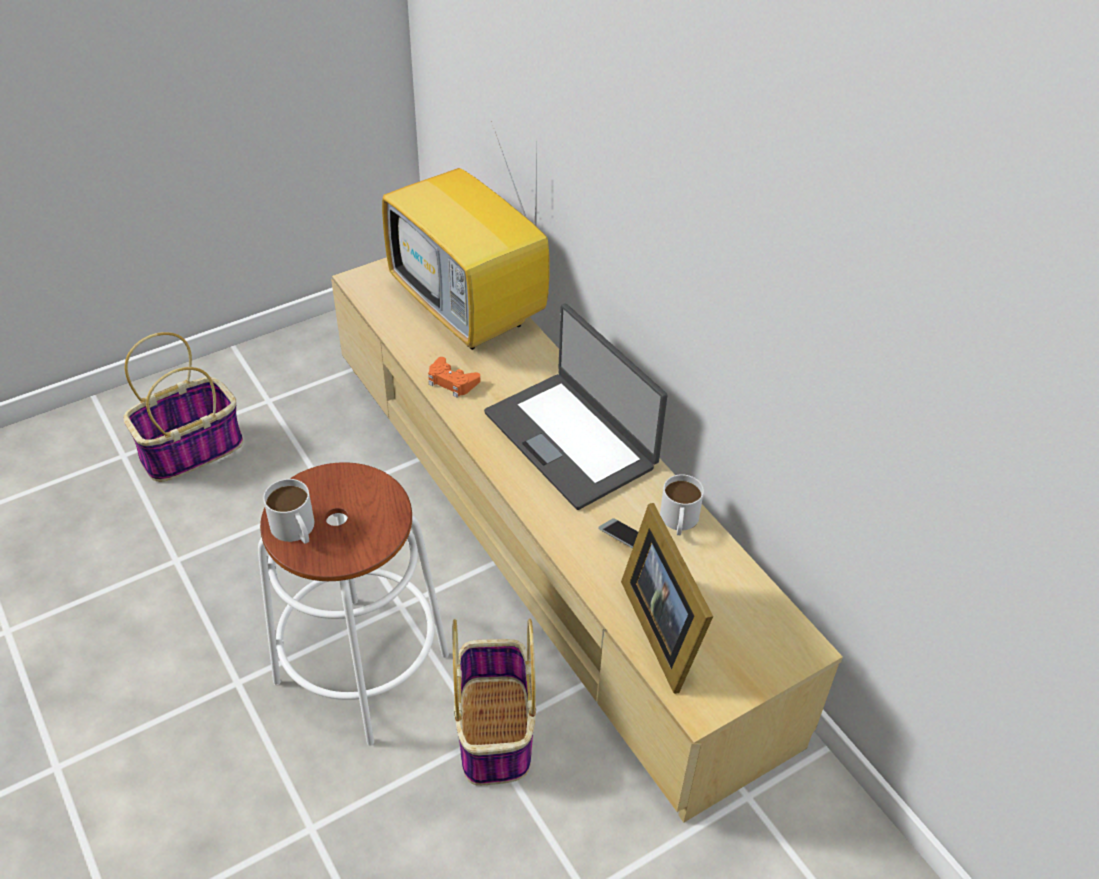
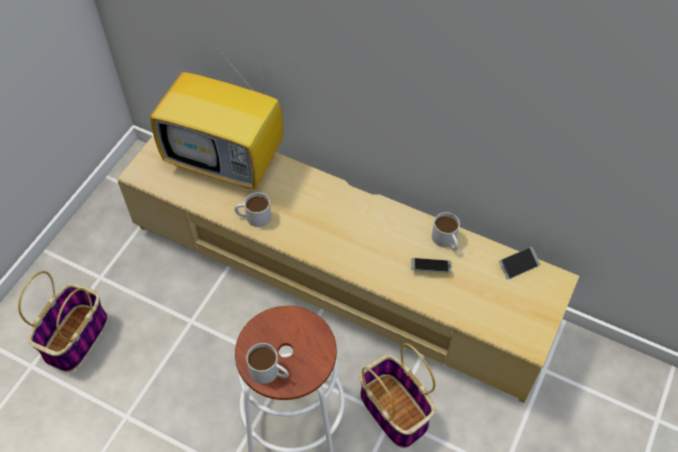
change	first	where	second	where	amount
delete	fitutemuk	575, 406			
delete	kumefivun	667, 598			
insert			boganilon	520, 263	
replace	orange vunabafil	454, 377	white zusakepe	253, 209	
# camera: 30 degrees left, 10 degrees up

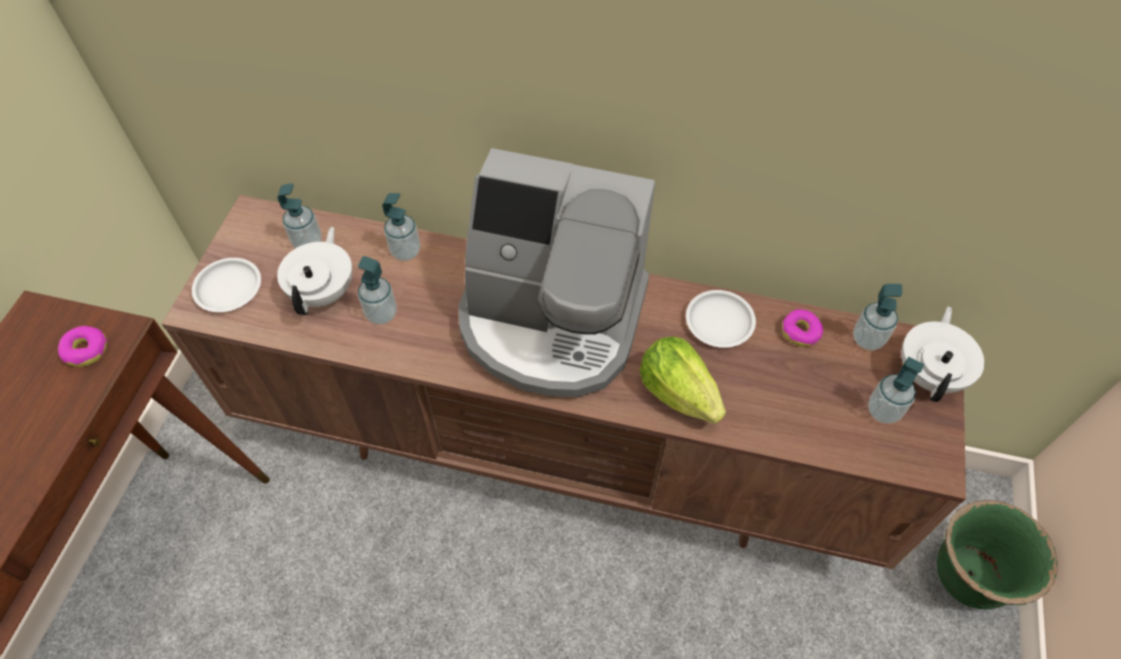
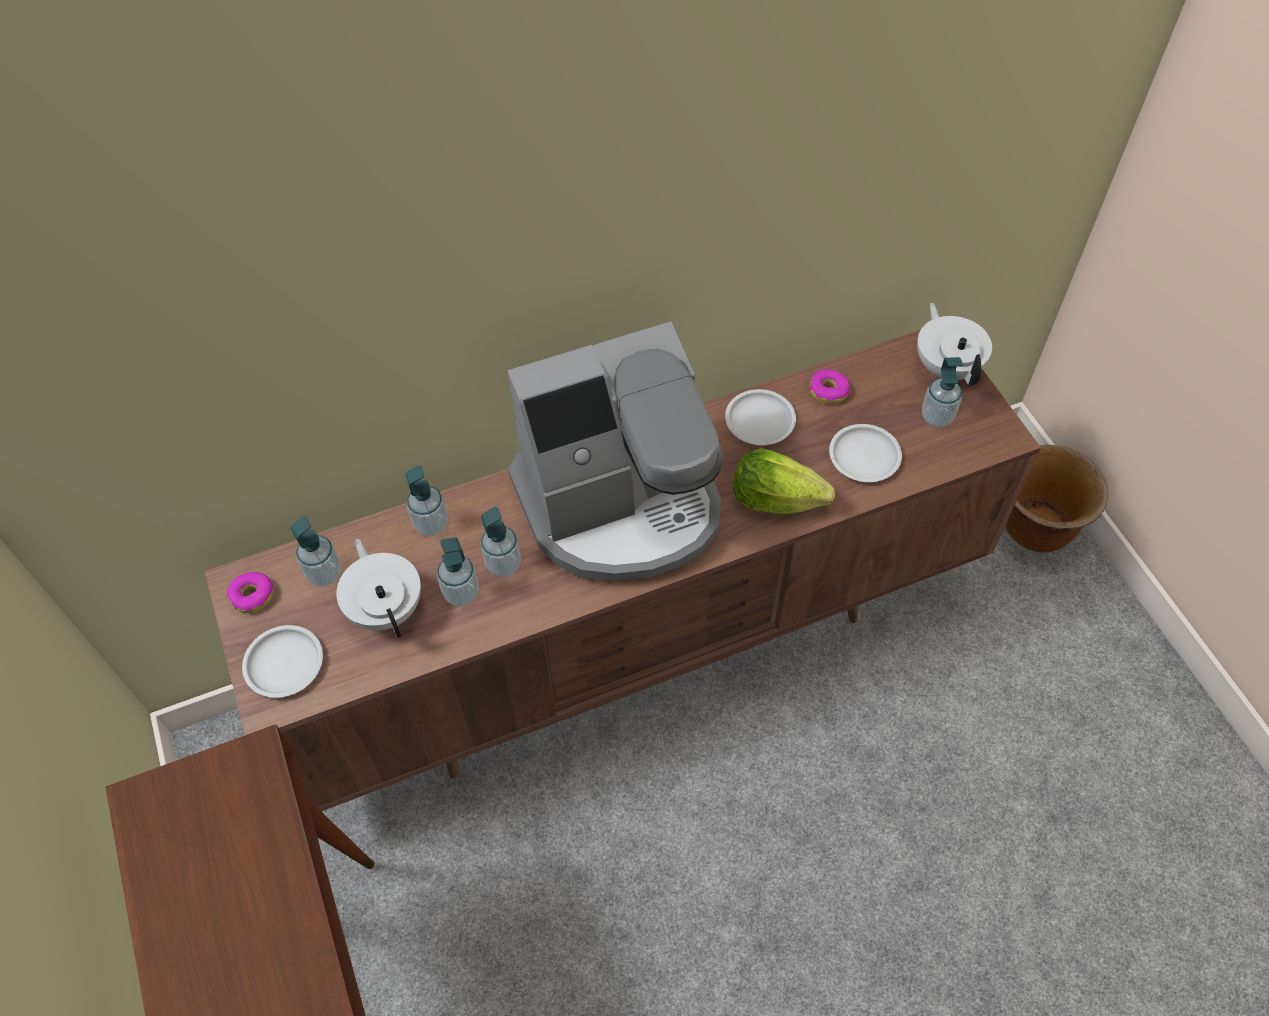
change	first	where	second	where	amount
insert			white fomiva	865, 453	
move	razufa	83, 346		250, 592	
move	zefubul	877, 317		501, 542	
recolor	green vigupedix	997, 555	brown vigupedix	1057, 499	
# camera: 35 degrees left, 0 degrees up

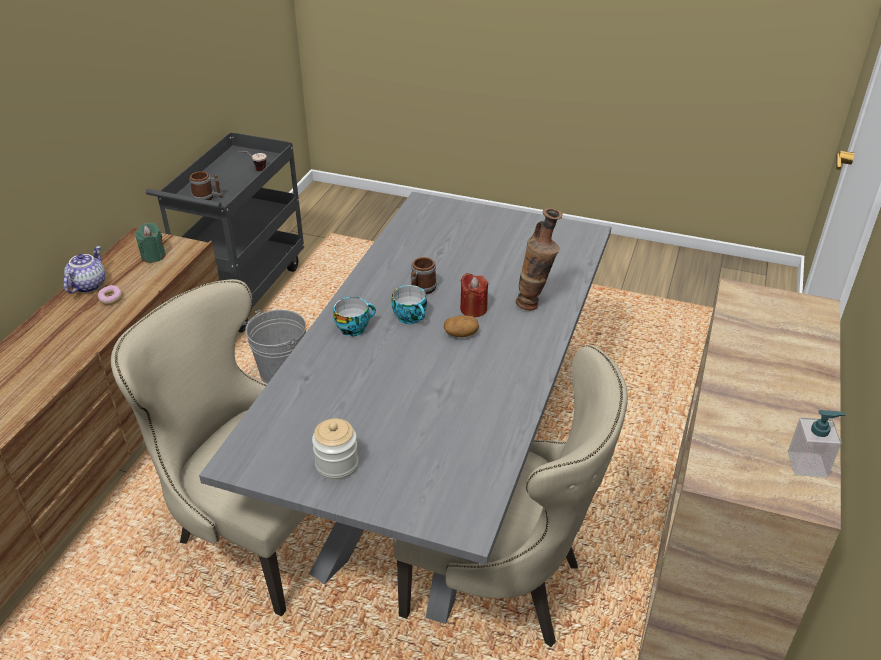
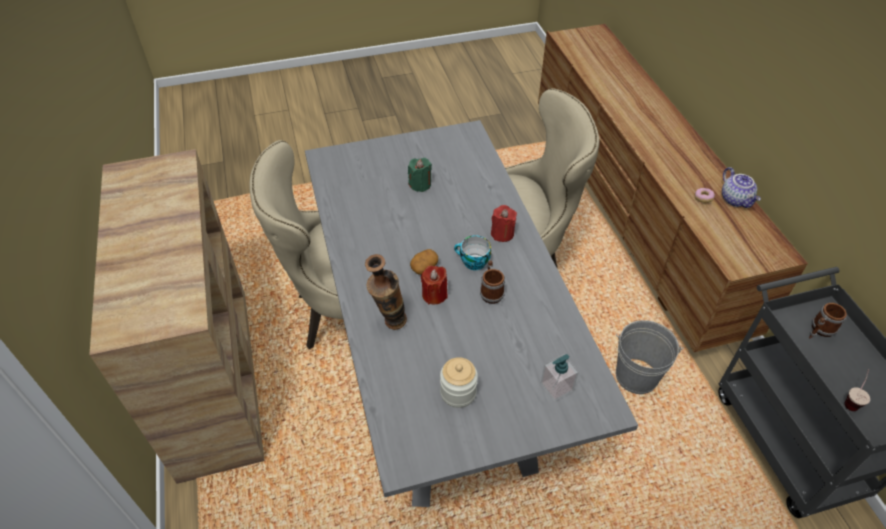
change	first	where	second	where	amount
move	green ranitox	150, 242		420, 175	
move	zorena	335, 449		459, 382	
move	zefubul	816, 443		560, 377	
replace	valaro	354, 317	red ranitox	504, 223	
# camera: 145 degrees right, 10 degrees up

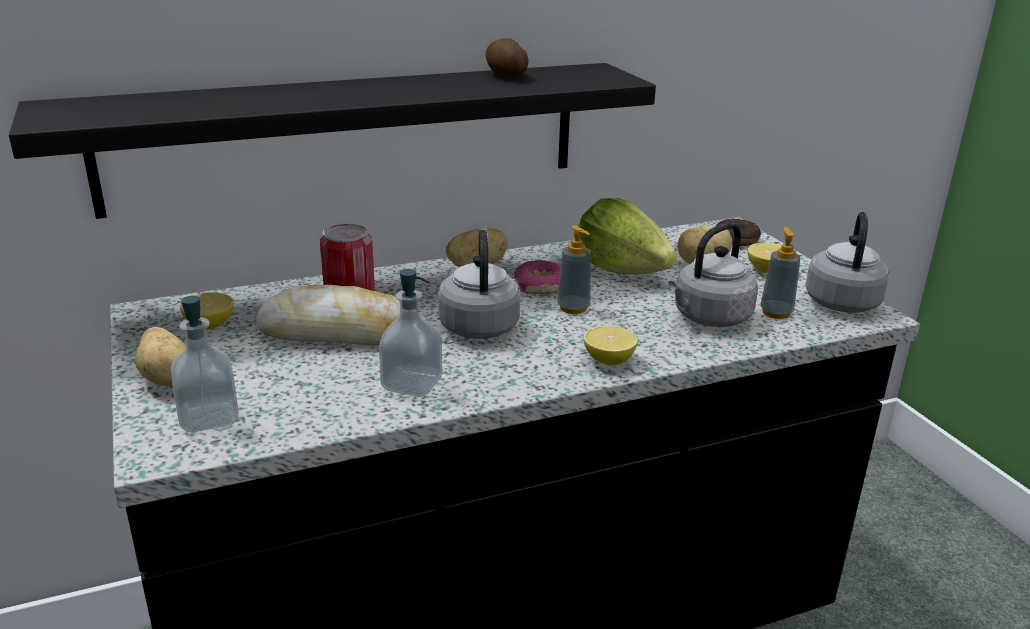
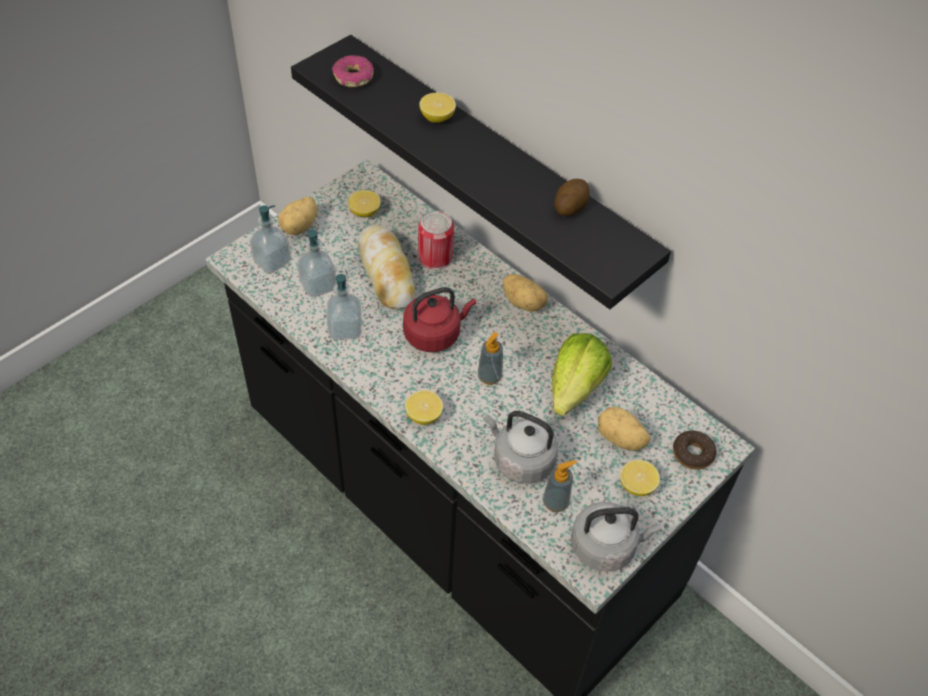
change	first	where	second	where	amount
insert			zefubul	317, 263	
insert			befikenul	437, 108	
move	razufa	537, 277		353, 71	
recolor	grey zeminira	479, 284	red zeminira	439, 319	
# camera: 65 degrees right, 25 degrees up

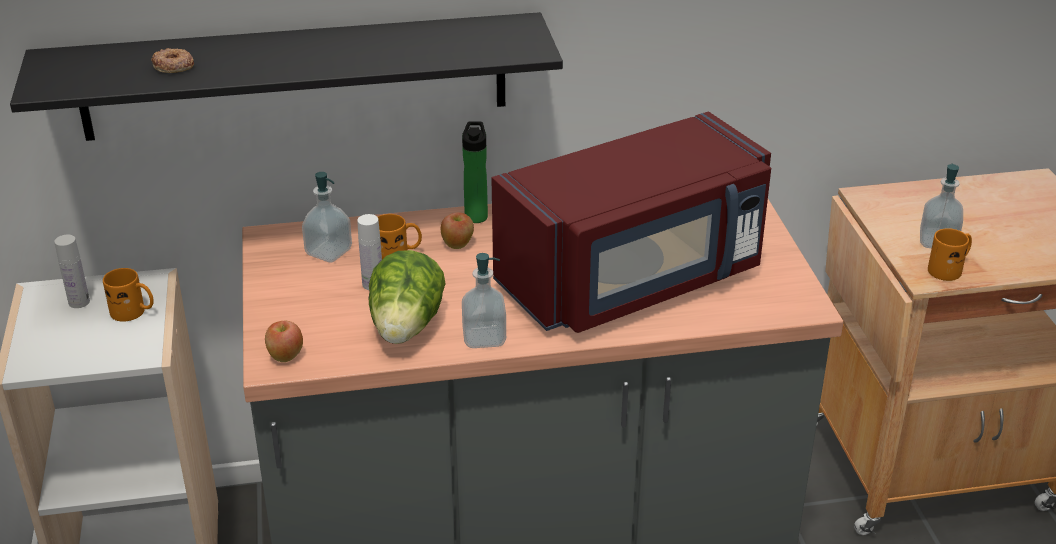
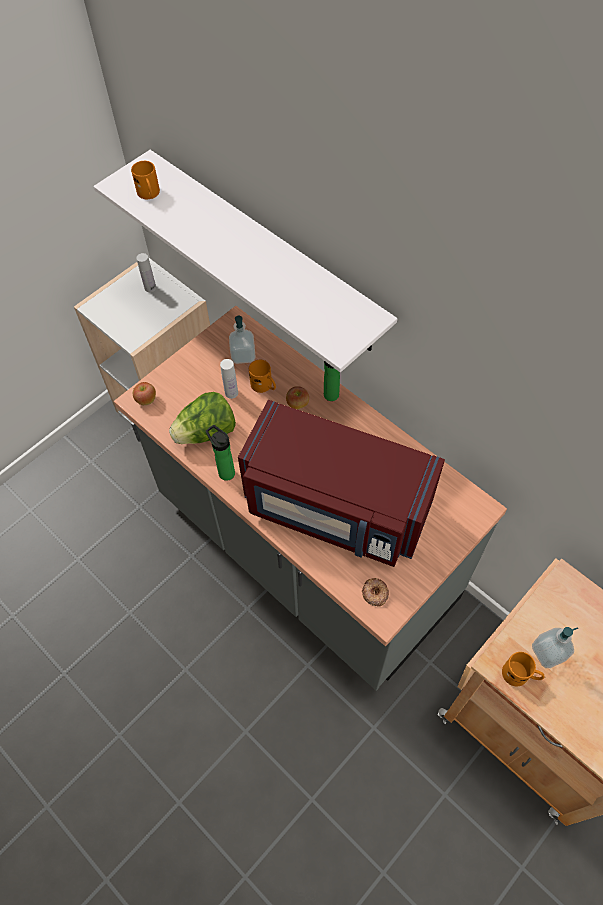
change	first	where	second	where	amount
move	orange zusakepe	128, 295		145, 180	
move	razufa	172, 60		375, 592	
replace	zefubul	484, 300	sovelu	220, 453	
recolor	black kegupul	286, 76	white kegupul	245, 261	
# camera: 55 degrees right, 25 degrees up

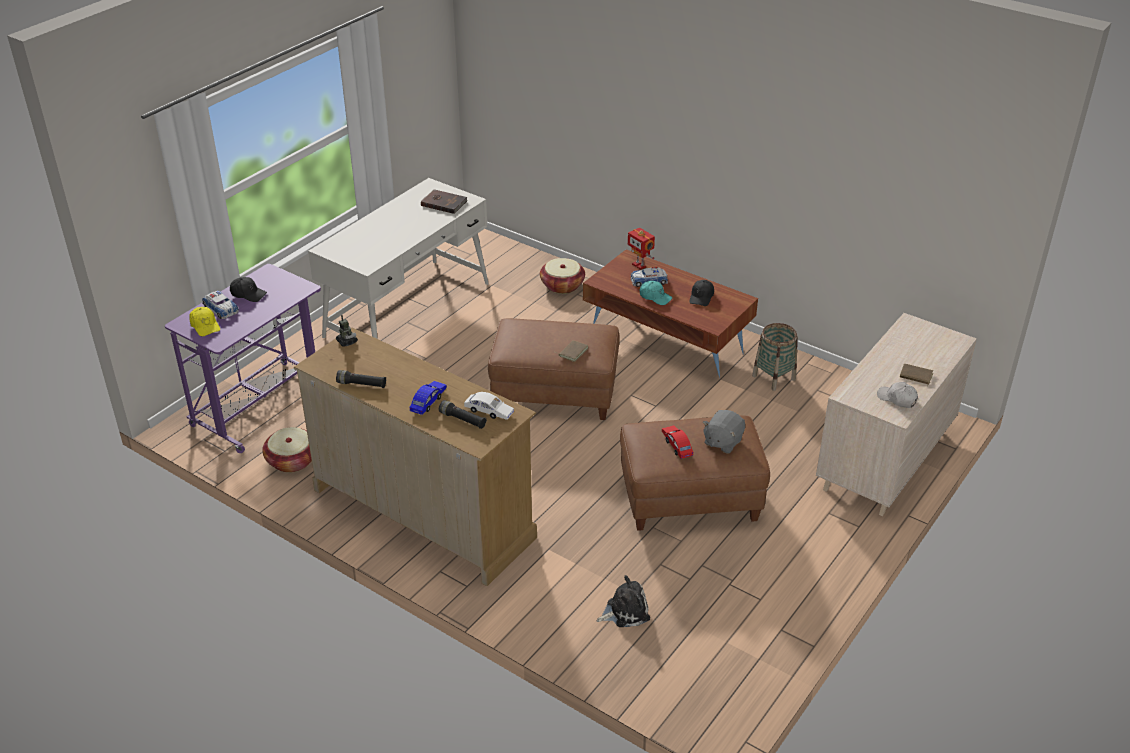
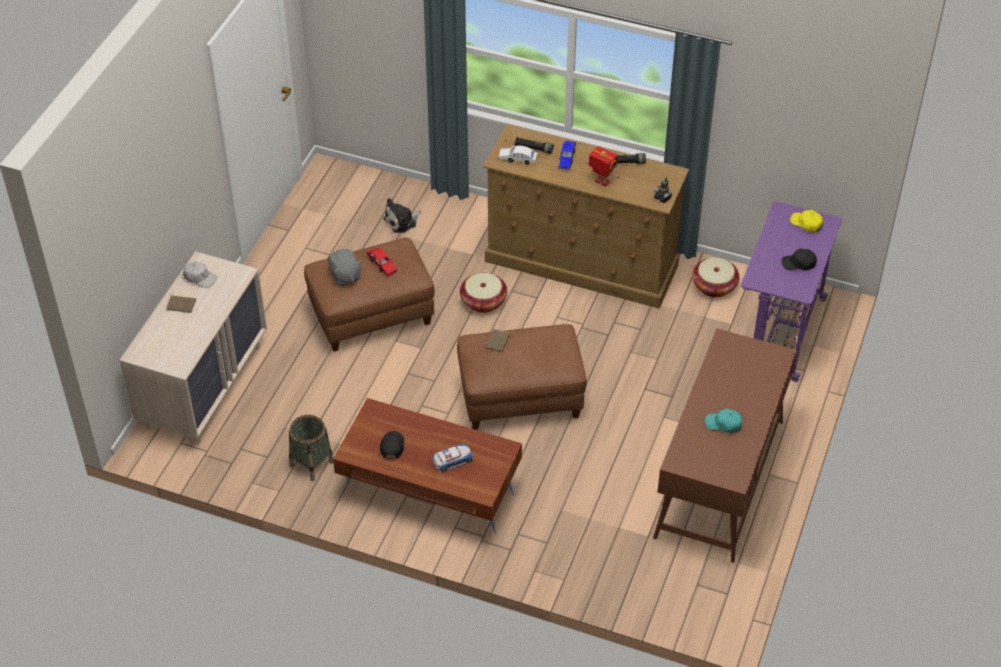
change	first	where	second	where	amount
delete	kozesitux	220, 305			
delete	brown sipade	444, 201			
move	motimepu	562, 276		483, 293	
move	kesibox	641, 248		602, 166	
move	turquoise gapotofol	656, 293		724, 421	
recolor	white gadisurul	398, 258	brown gadisurul	725, 445	
rotate	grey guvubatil	724, 432		345, 267	135 degrees clockwise
# camera: 165 degrees right, 10 degrees up

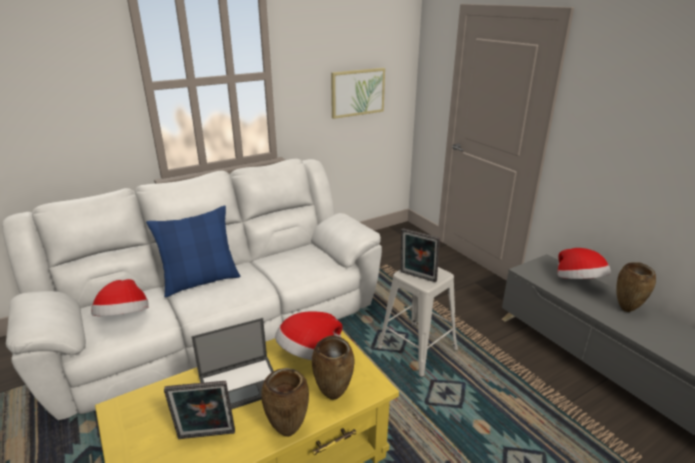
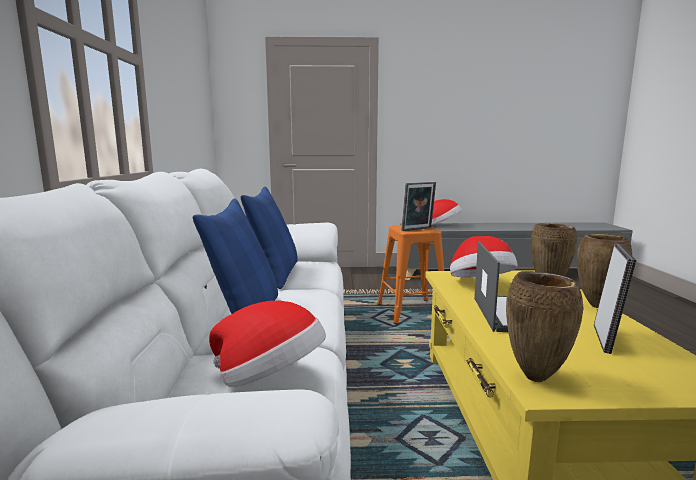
change	first	where	second	where	amount
delete	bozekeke	358, 93			
insert			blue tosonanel	269, 238	
move	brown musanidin	636, 287		545, 326	
recolor	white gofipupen	417, 322	orange gofipupen	410, 274	
# camera: 60 degrees left, 15 degrees down

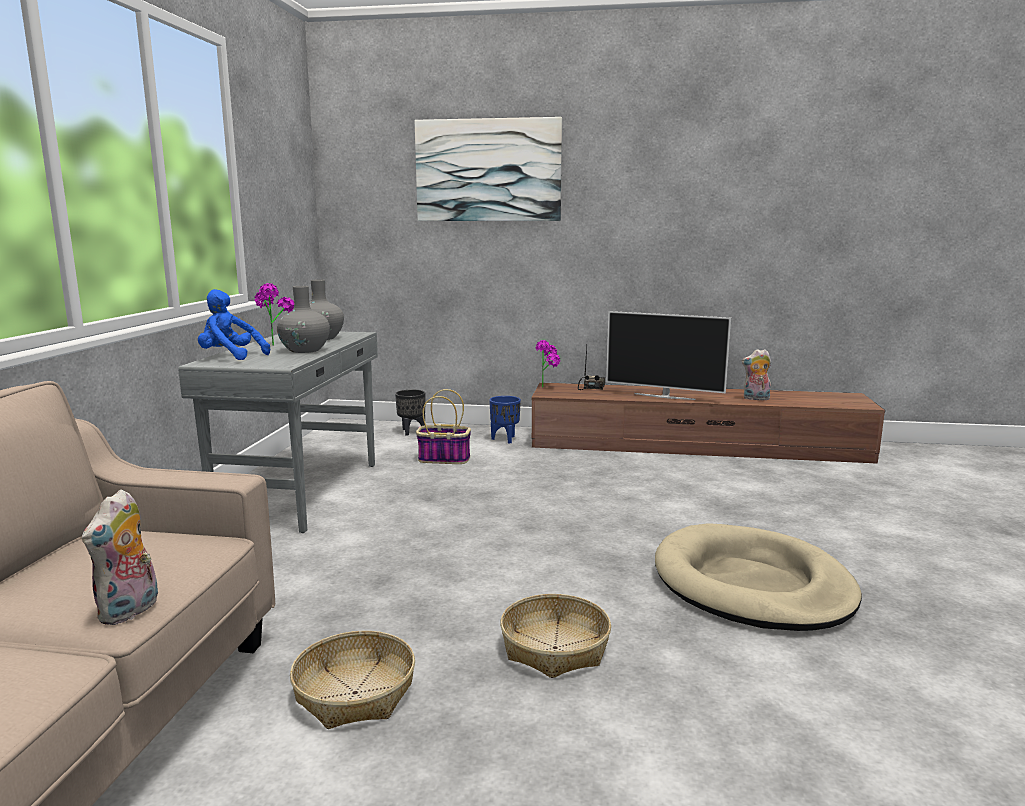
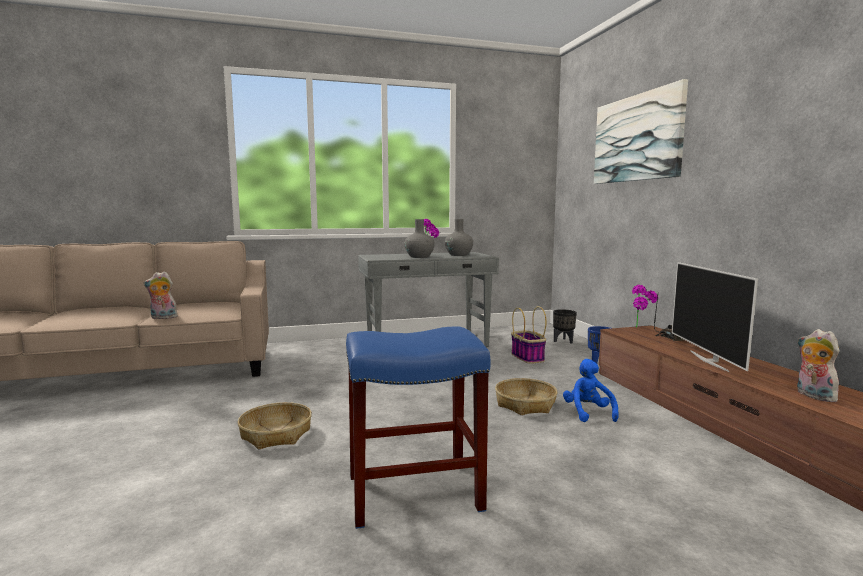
change	first	where	second	where	amount
move	blue guvubatil	234, 324		591, 390	
move	motimepu	352, 680		526, 396	
replace	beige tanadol	758, 577	blue gofipupen	418, 428	
# camera: 65 degrees right, 5 degrees down

